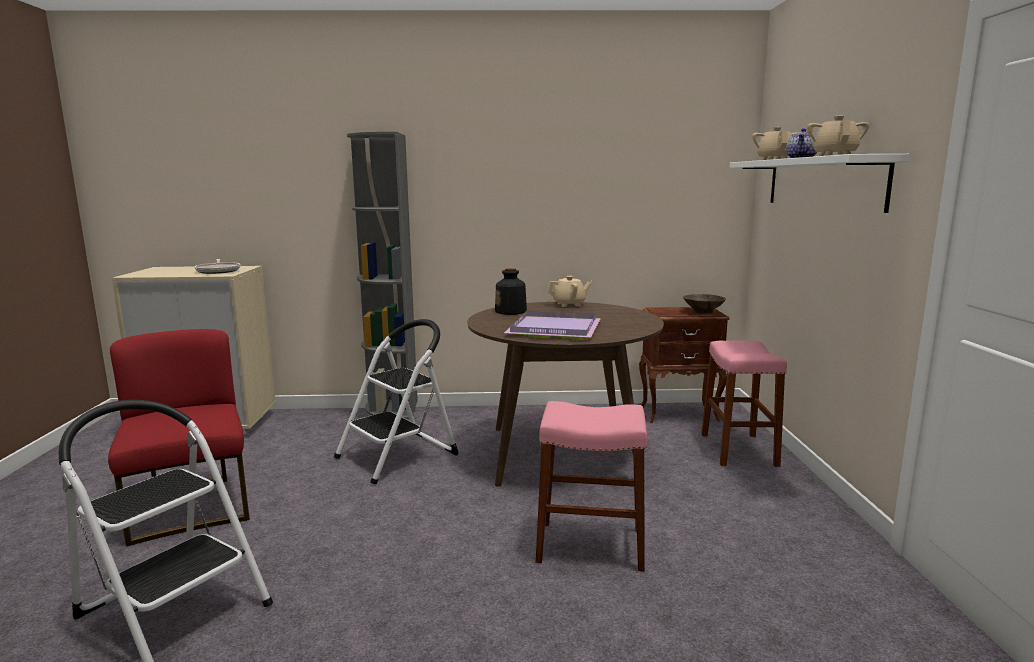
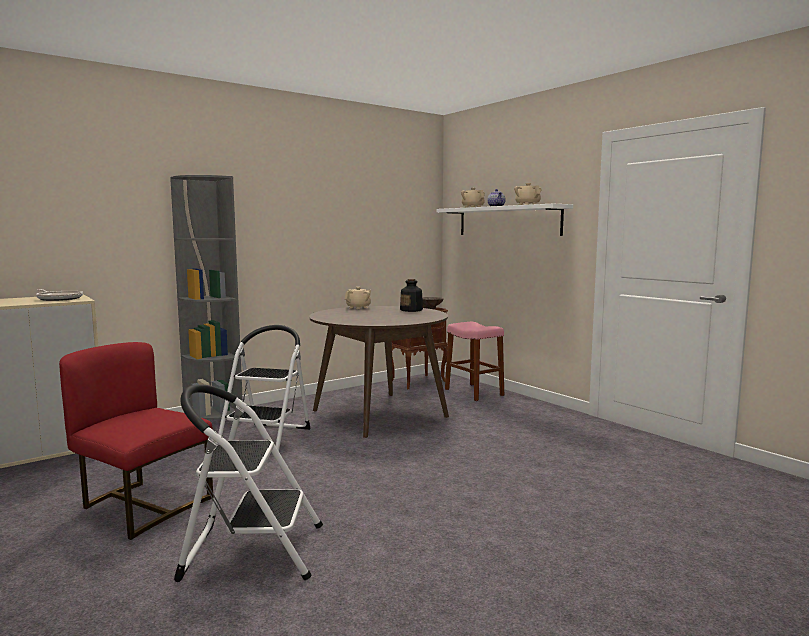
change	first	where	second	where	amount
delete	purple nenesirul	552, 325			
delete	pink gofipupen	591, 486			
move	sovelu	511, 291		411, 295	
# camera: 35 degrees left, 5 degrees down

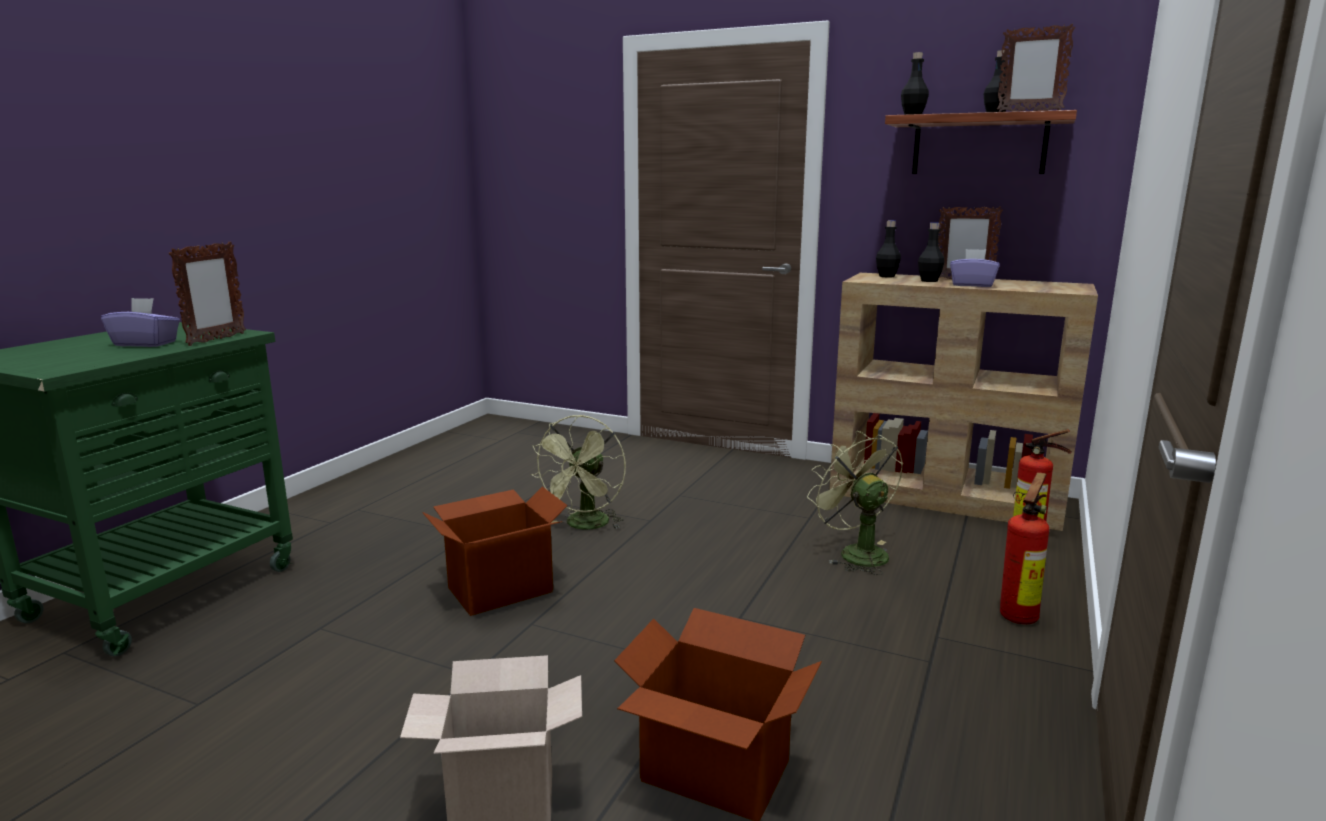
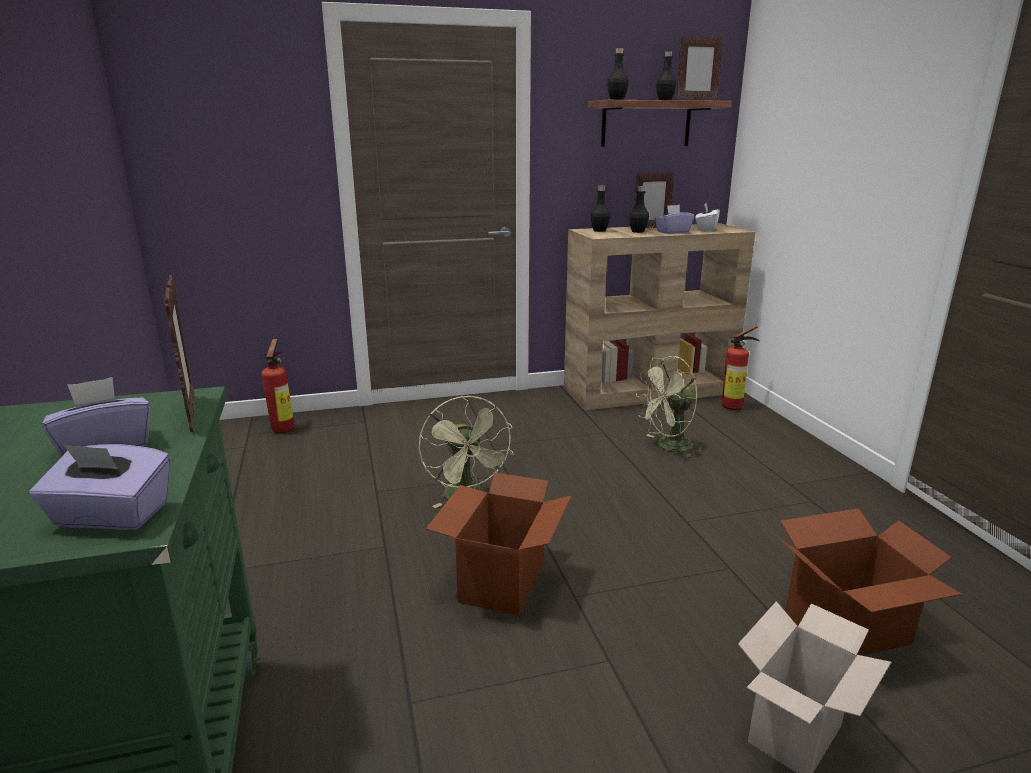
change	first	where	second	where	amount
insert			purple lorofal	100, 487	
insert			white lorofal	708, 216	
move	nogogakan	1024, 548		278, 386	
rotate	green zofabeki	855, 503		670, 407	45 degrees counterclockwise
# camera: 40 degrees left, 5 degrees up

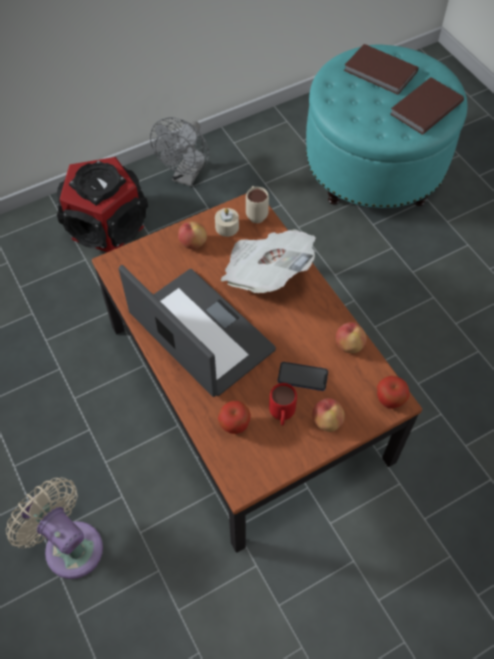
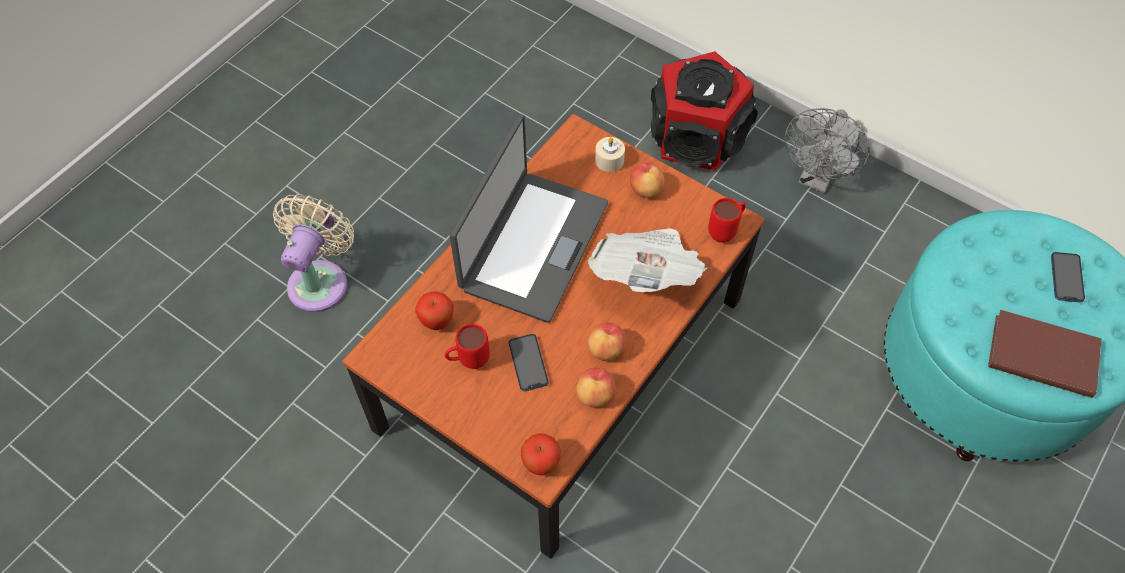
change	first	where	second	where	amount
move	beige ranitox	227, 222		610, 154	
move	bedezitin	328, 415		607, 342	
replace	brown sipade	381, 69	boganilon	1068, 277	
recolor	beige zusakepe	257, 204	red zusakepe	727, 220	
rotate	grey zofabeki	179, 151		827, 150	60 degrees counterclockwise
# camera: 65 degrees right, 0 degrees up

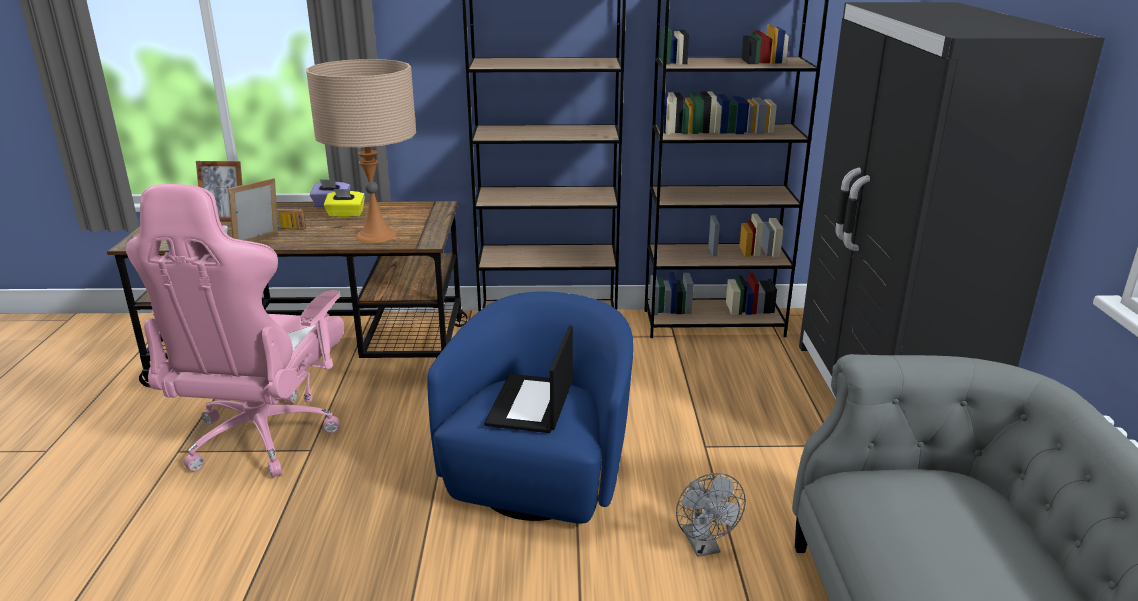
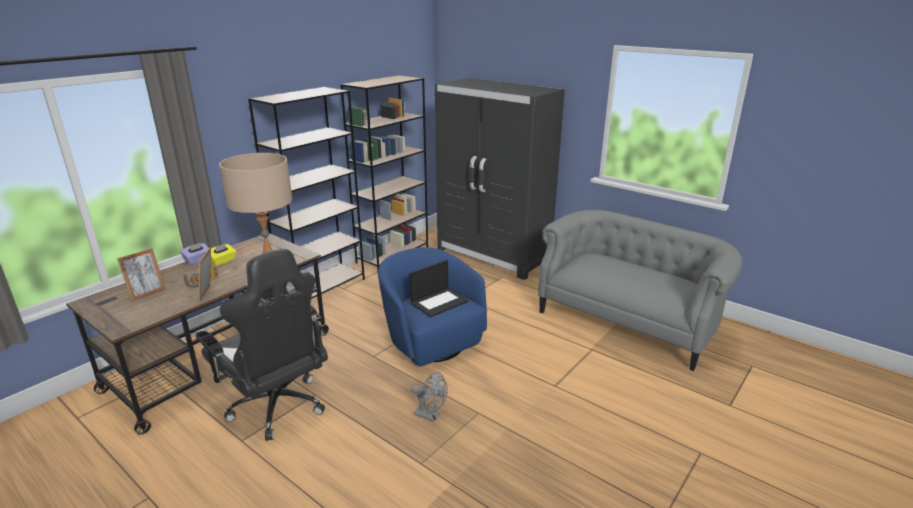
change	first	where	second	where	amount
move	grey zofabeki	711, 515		429, 397	
recolor	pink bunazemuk	235, 331	black bunazemuk	262, 345	
rotate	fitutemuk	528, 379		438, 288	90 degrees counterclockwise
# camera: 50 degrees left, 0 degrees up

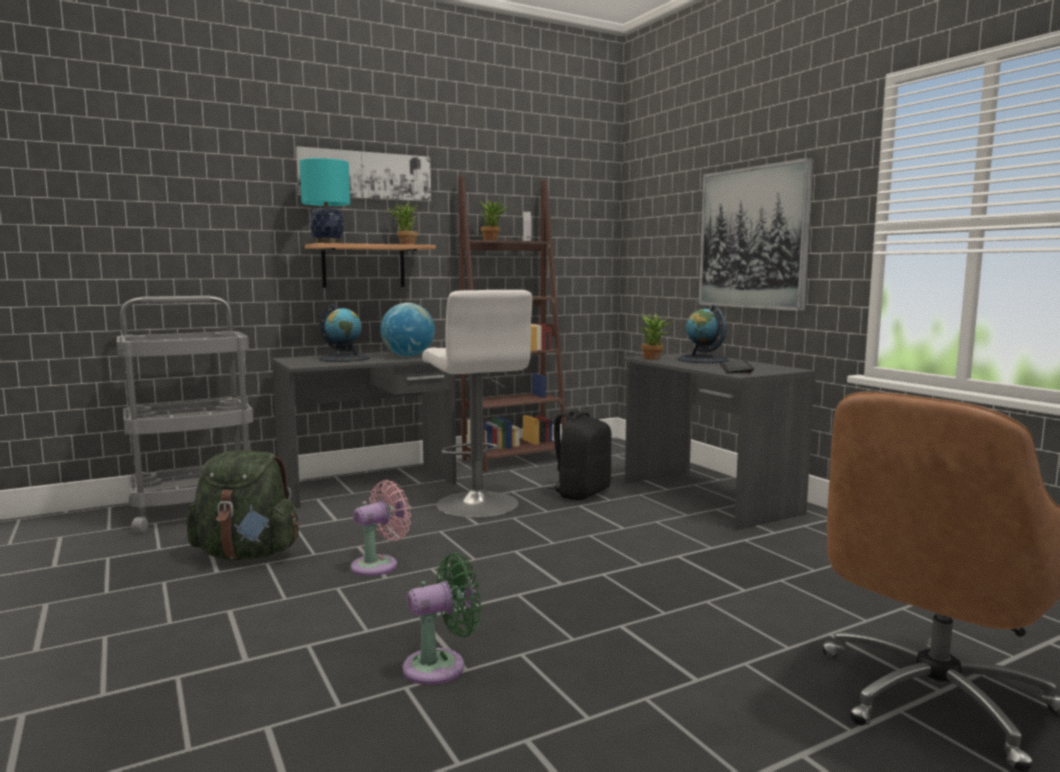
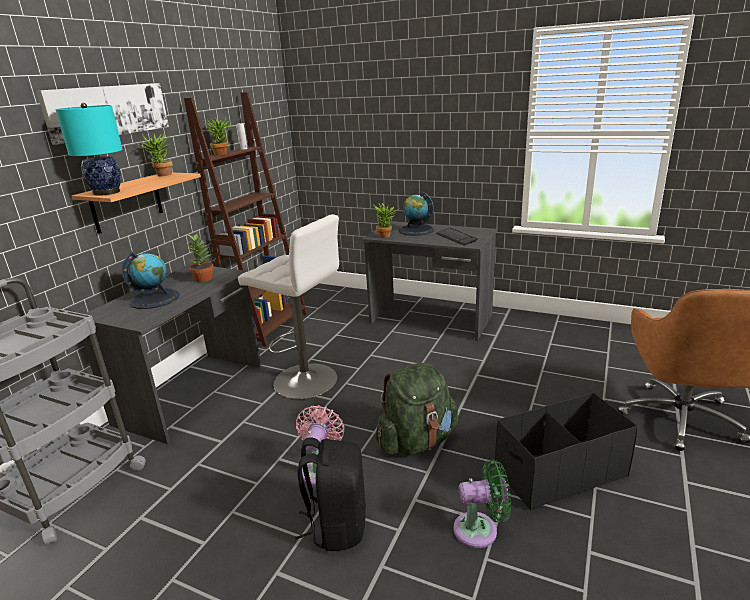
change	first	where	second	where	amount
delete	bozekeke	756, 234			
insert			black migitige	566, 451	
move	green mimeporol	243, 505		417, 409	
move	black mimeporol	578, 455		330, 494	
replace	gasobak	407, 330	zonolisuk	200, 257	
rotate	green zofabeki	442, 619		482, 503	60 degrees clockwise
# camera: 35 degrees left, 15 degrees up

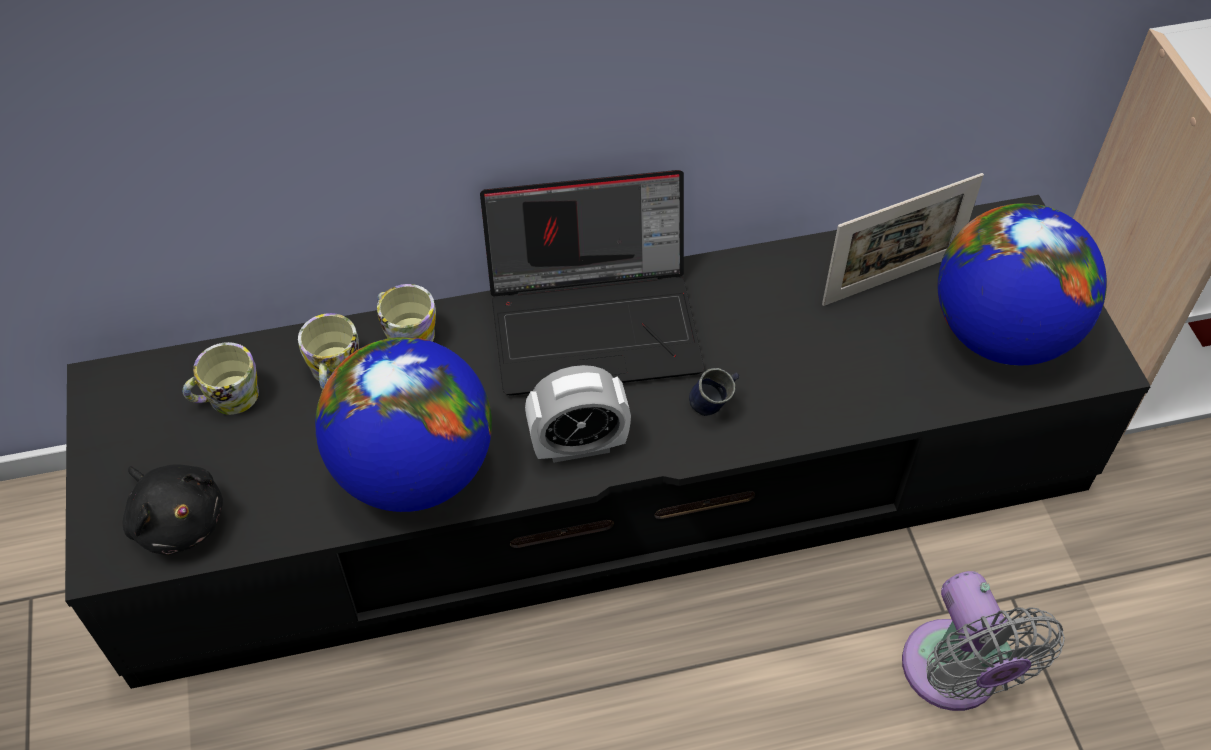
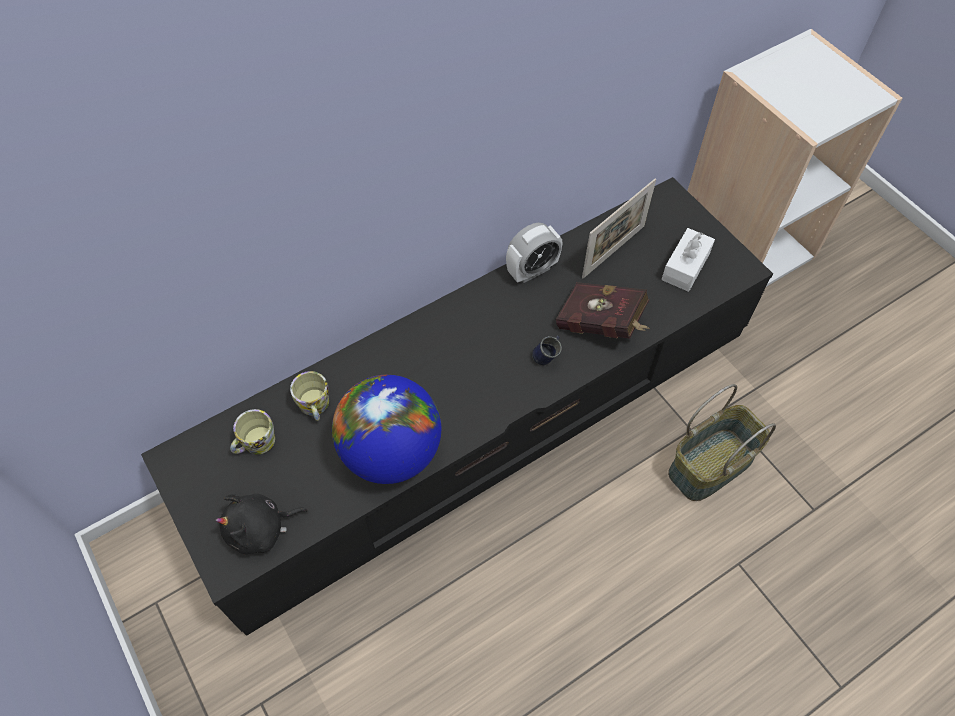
change	first	where	second	where	amount
delete	zusakepe	406, 313			
delete	fitutemuk	592, 283			
insert			red sipade	603, 310	
move	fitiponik	578, 414		534, 253	
replace	grey zofabeki	983, 641	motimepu	722, 442	
replace	gasobak	1022, 284	white lorofal	688, 260	
rotate	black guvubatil	173, 509		261, 524	135 degrees clockwise
# camera: 20 degrees left, 5 degrees up

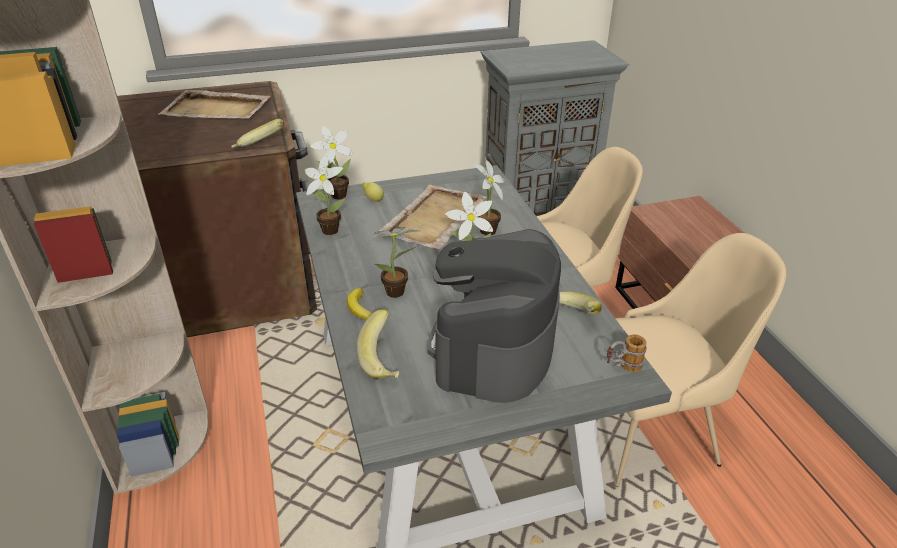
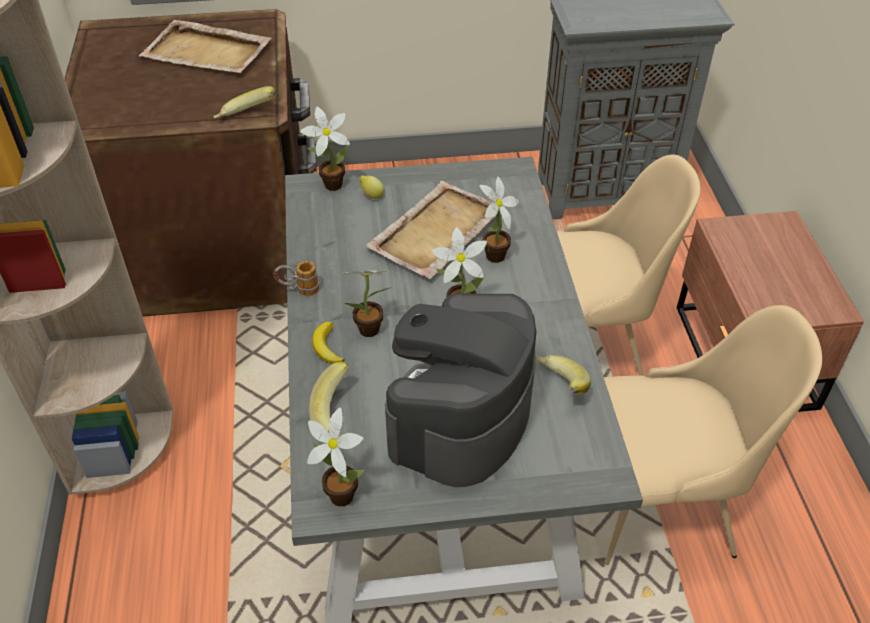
change	first	where	second	where	amount
move	zonolisuk	325, 195		336, 457	
move	zusakepe	627, 353		296, 278	
# camera: 10 degrees right, 10 degrees up

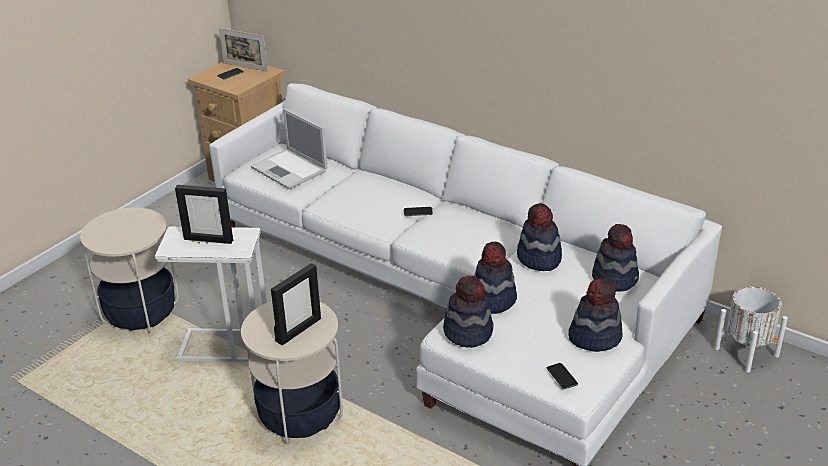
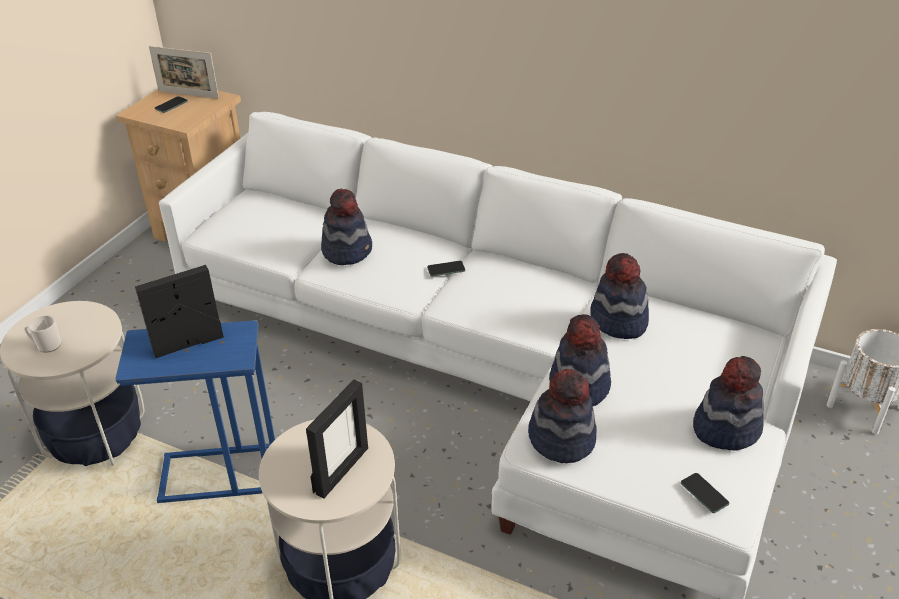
change	first	where	second	where	amount
delete	fitutemuk	289, 148			
insert			zusakepe	42, 334	
move	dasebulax	615, 258		346, 227	
recolor	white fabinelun	211, 294	blue fabinelun	195, 411	
rotate	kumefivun	204, 214		179, 311	150 degrees clockwise
# camera: 10 degrees left, 5 degrees up

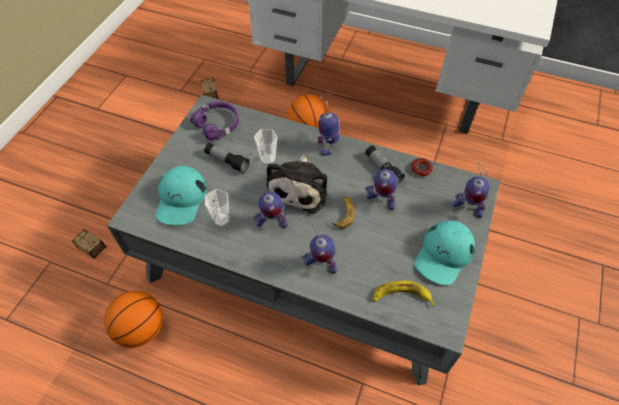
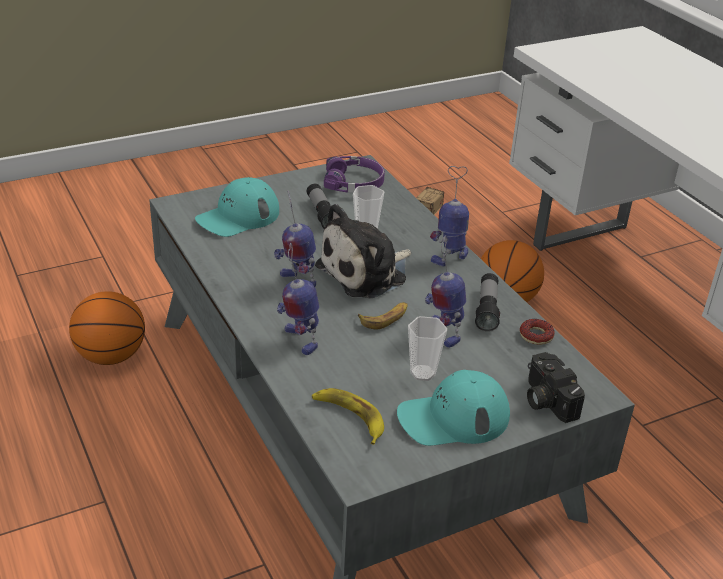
change	first	where	second	where	amount
delete	migitige	89, 244			
move	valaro	217, 208		427, 348	
replace	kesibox	471, 190	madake	556, 387	
# camera: 40 degrees right, 20 degrees down

